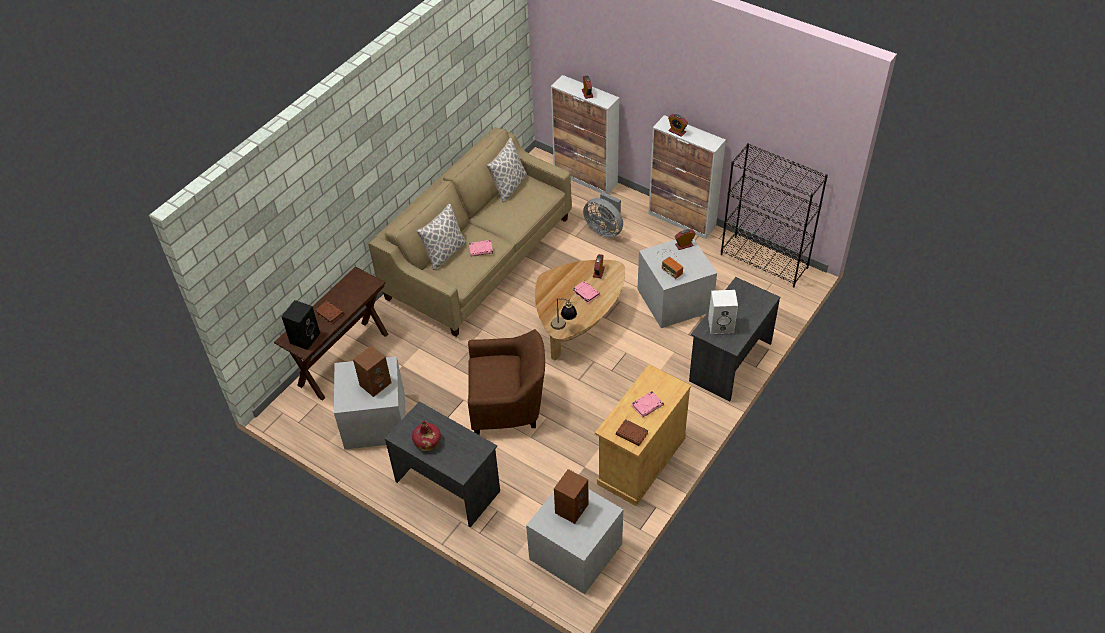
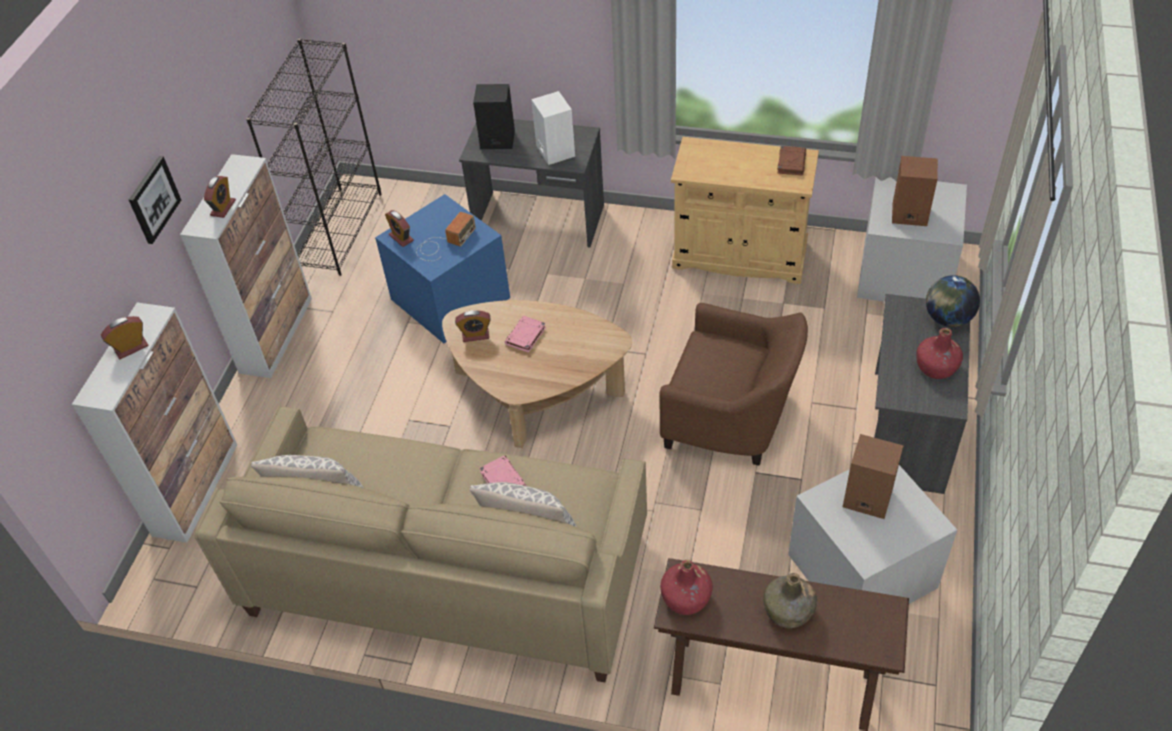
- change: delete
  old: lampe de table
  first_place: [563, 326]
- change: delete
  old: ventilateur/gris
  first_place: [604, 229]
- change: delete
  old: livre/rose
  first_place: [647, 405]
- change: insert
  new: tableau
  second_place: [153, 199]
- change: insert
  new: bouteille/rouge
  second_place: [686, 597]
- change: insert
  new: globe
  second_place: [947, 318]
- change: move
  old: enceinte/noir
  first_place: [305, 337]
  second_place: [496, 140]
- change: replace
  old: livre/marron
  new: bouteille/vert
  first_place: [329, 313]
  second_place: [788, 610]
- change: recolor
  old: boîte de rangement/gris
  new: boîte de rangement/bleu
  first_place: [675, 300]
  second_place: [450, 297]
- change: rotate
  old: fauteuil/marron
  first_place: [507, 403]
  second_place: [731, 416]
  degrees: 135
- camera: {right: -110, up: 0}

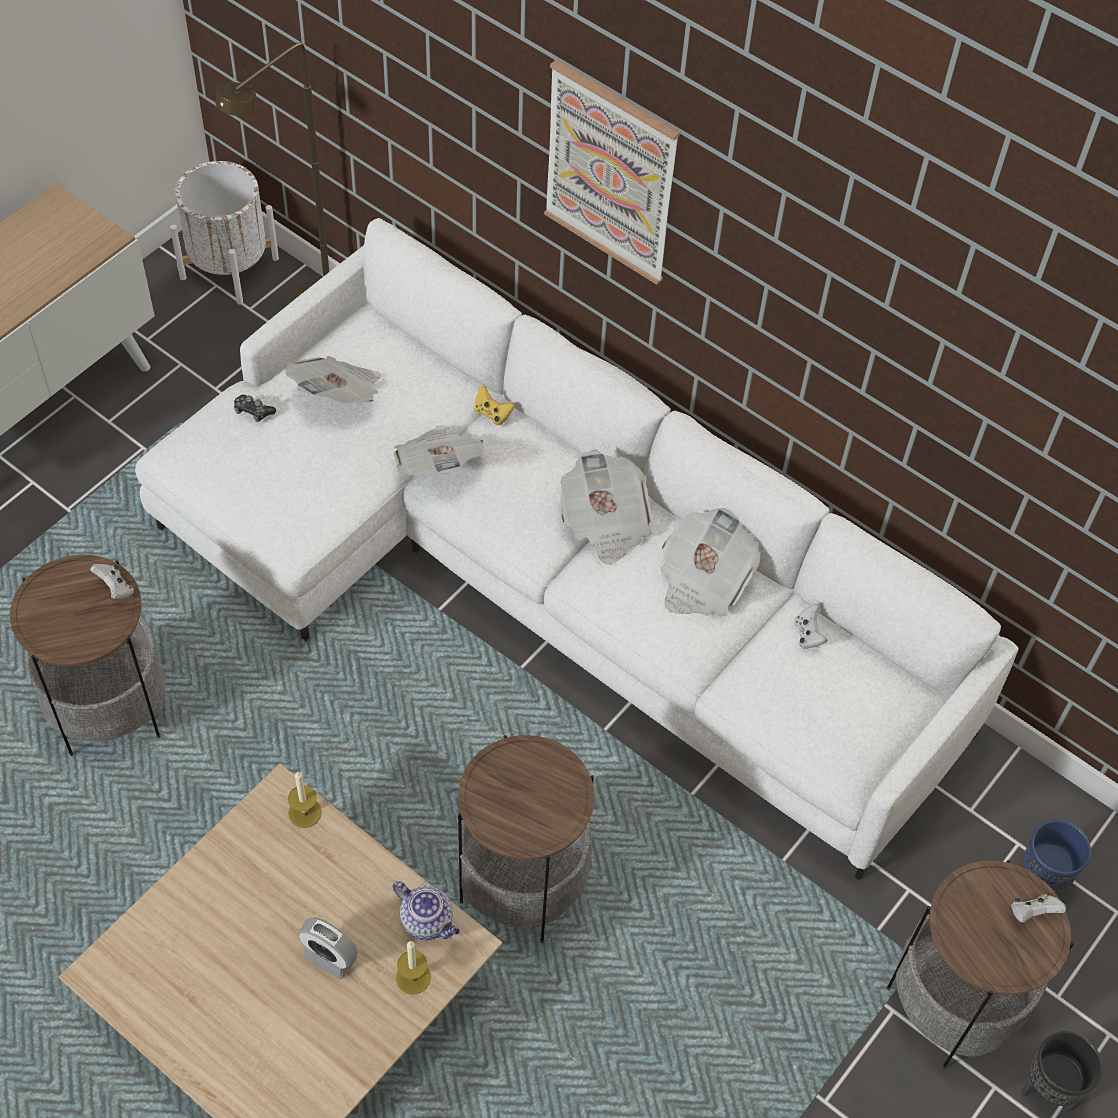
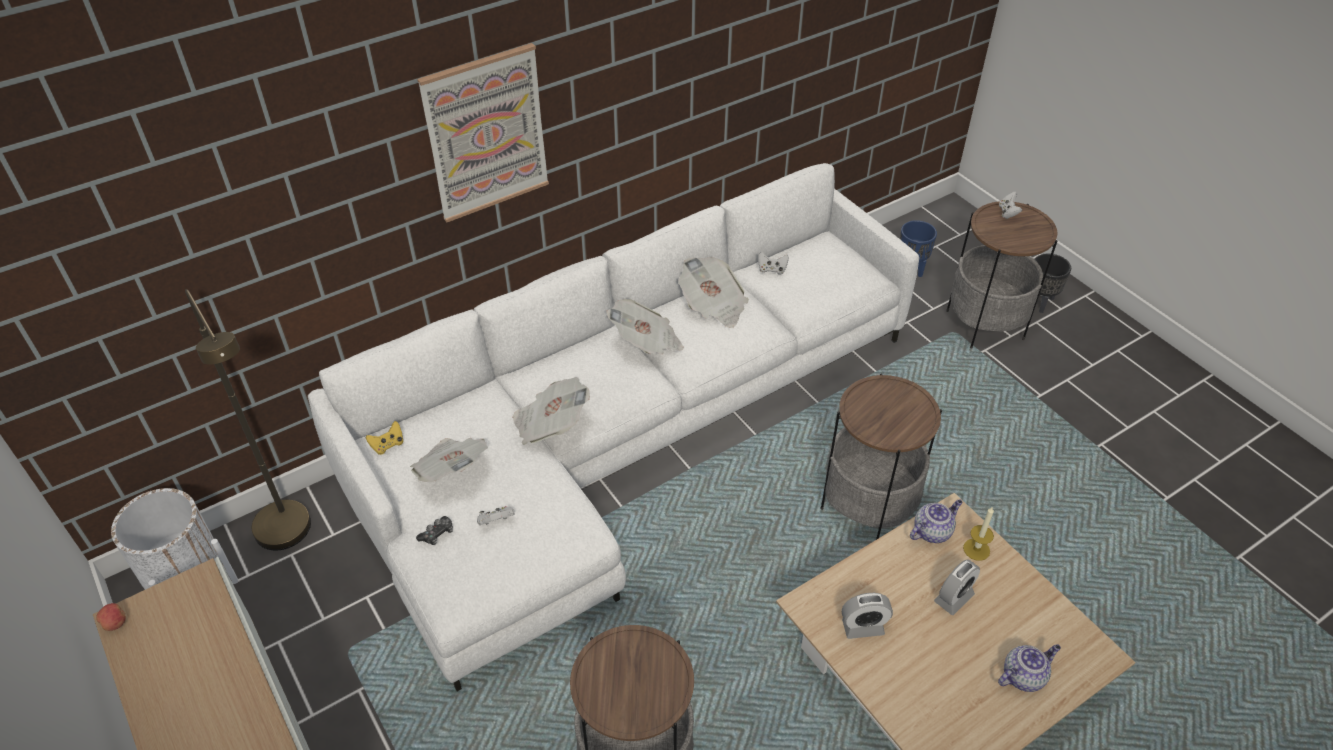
- change: delete
  old: bougie
  first_place: [305, 812]
- change: insert
  new: pomme
  second_place: [116, 623]
- change: insert
  new: réveil
  second_place: [863, 627]
- change: insert
  new: théière
  second_place: [1023, 676]
- change: move
  old: manette/blanc
  first_place: [115, 588]
  second_place: [496, 522]
- change: move
  old: manette/jaune
  first_place: [492, 414]
  second_place: [388, 445]
- camera: {right: -70, up: -10}

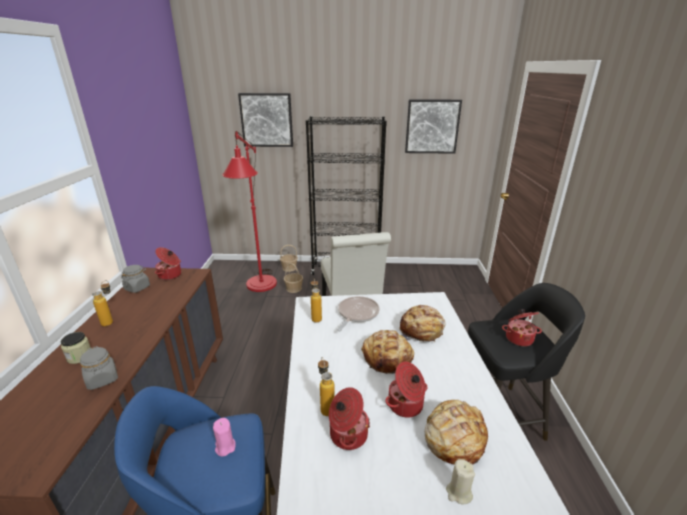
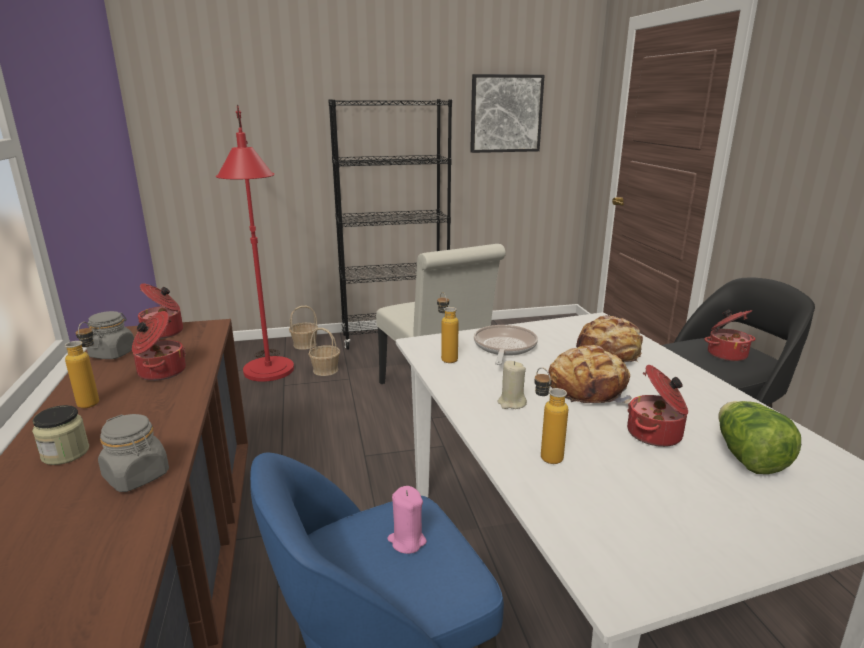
- change: delete
  old: tableau
  first_place: [266, 120]
- change: move
  old: marmite
  first_place: [347, 434]
  second_place: [160, 372]
- change: move
  old: bougie/beige
  first_place: [458, 492]
  second_place: [511, 403]
- change: replace
  old: pain
  new: laitue
  first_place: [454, 438]
  second_place: [747, 458]
- camera: {right: -15, up: -5}

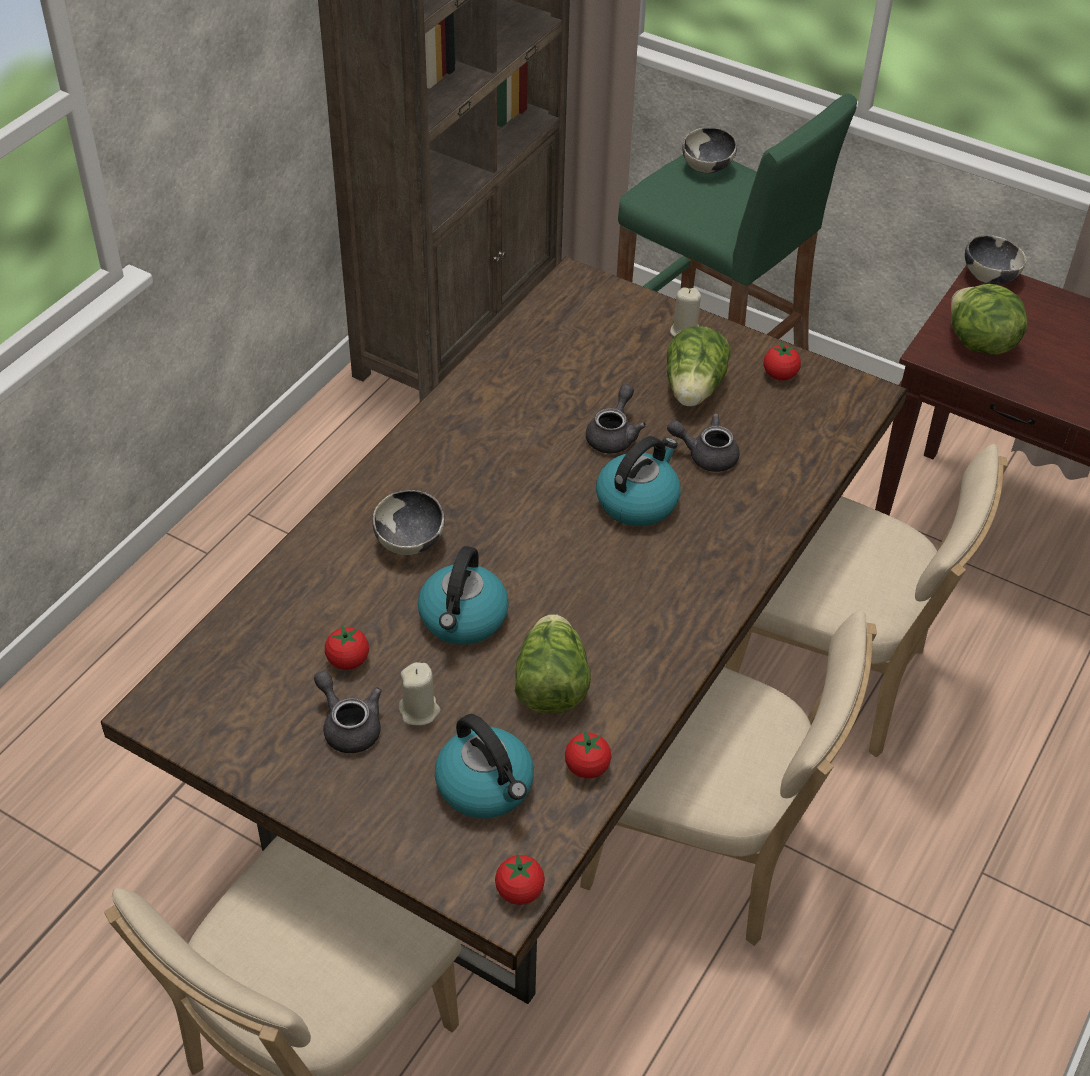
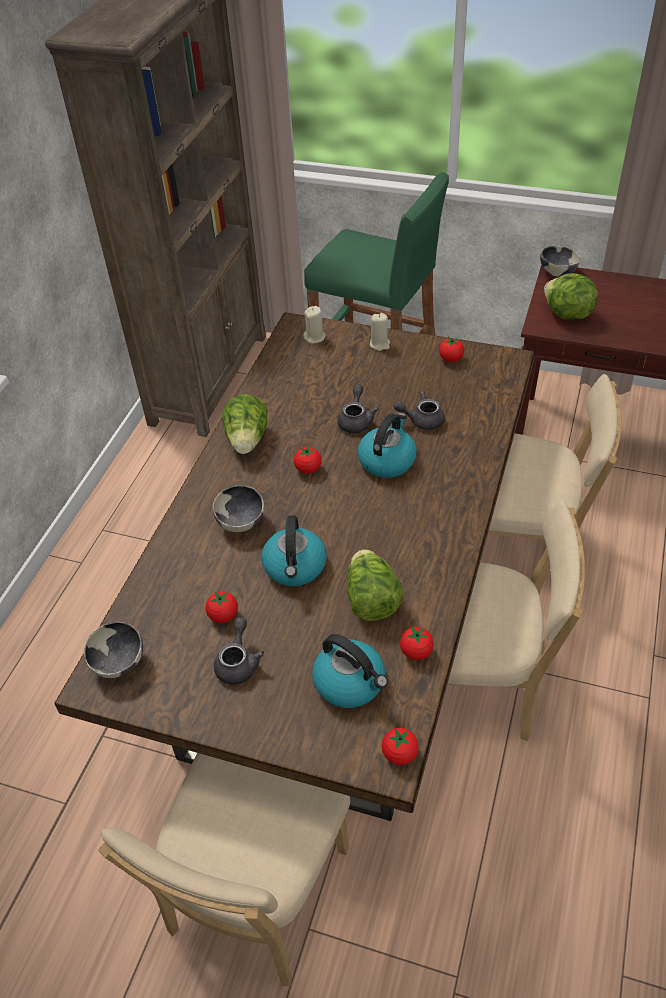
- change: insert
  new: tomate
  second_place: [308, 469]
- change: move
  old: bougie/beige
  first_place: [419, 711]
  second_place: [315, 337]
- change: move
  old: laitue
  first_place: [694, 390]
  second_place: [247, 440]
- change: move
  old: bol
  first_place: [707, 168]
  second_place: [119, 663]
- change: rotate
  old: théière/gris
  first_place: [348, 725]
  second_place: [238, 662]
  degrees: 60
- camera: {right: -10, up: 0}

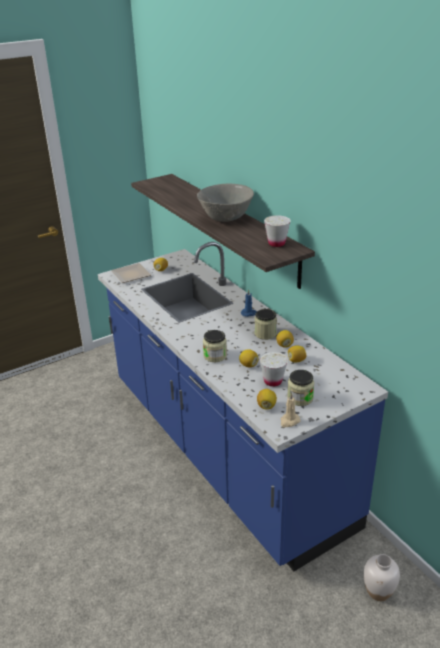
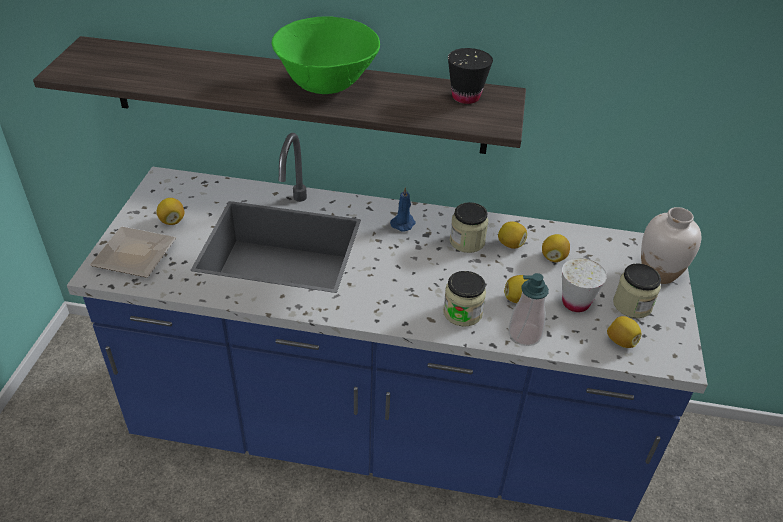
- change: delete
  old: bougie/beige
  first_place: [289, 421]
- change: insert
  new: distributeur de savon
  second_place: [524, 334]
- change: move
  old: vase/blanc
  first_place: [378, 592]
  second_place: [659, 273]
- change: recolor
  old: bol/gris
  new: bol/vert
  first_place: [226, 219]
  second_place: [327, 86]
- change: recolor
  old: tasse/blanc
  new: tasse/noir
  first_place: [276, 243]
  second_place: [465, 97]
- camera: {right: -50, up: 10}

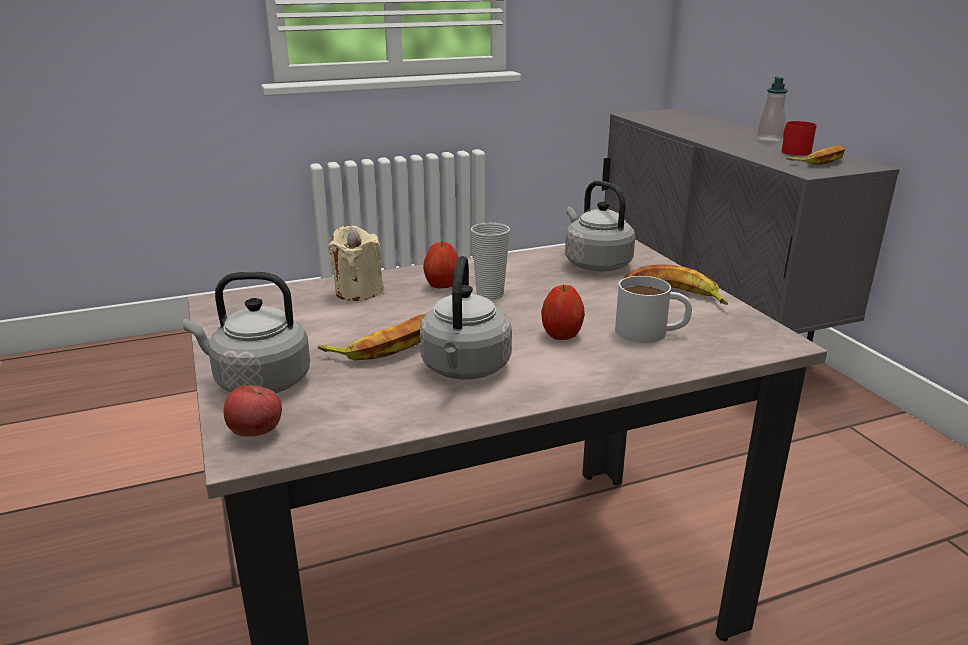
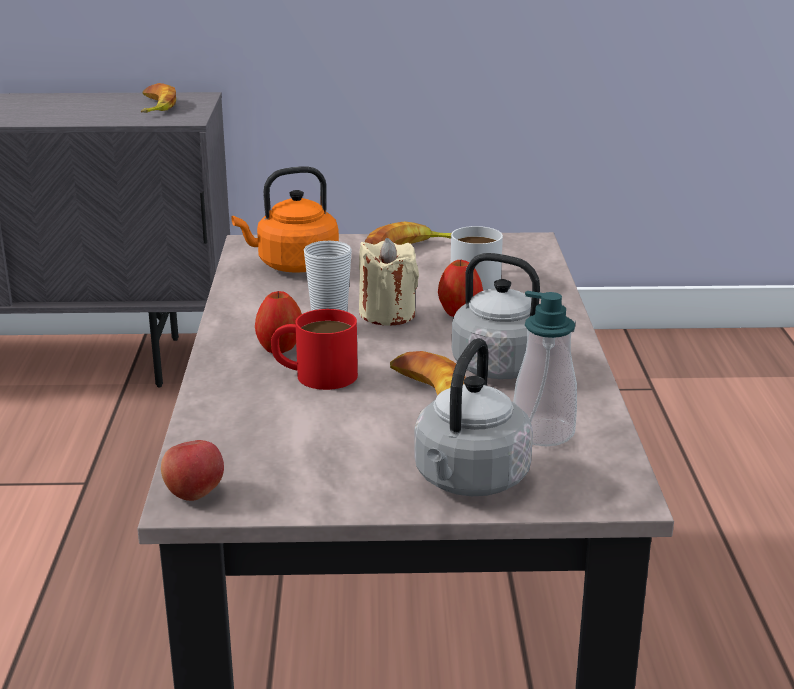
- change: move
  old: pomme
  first_place: [256, 433]
  second_place: [194, 493]
- change: move
  old: bougie/beige
  first_place: [358, 292]
  second_place: [387, 314]
- change: move
  old: distributeur de savon
  first_place: [769, 139]
  second_place: [543, 432]
- change: move
  old: mug/rouge
  first_place: [793, 150]
  second_place: [314, 374]
- change: recolor
  old: bouilloire/gris
  new: bouilloire/orange
  first_place: [595, 264]
  second_place: [293, 265]
- camera: {right: -70, up: 0}

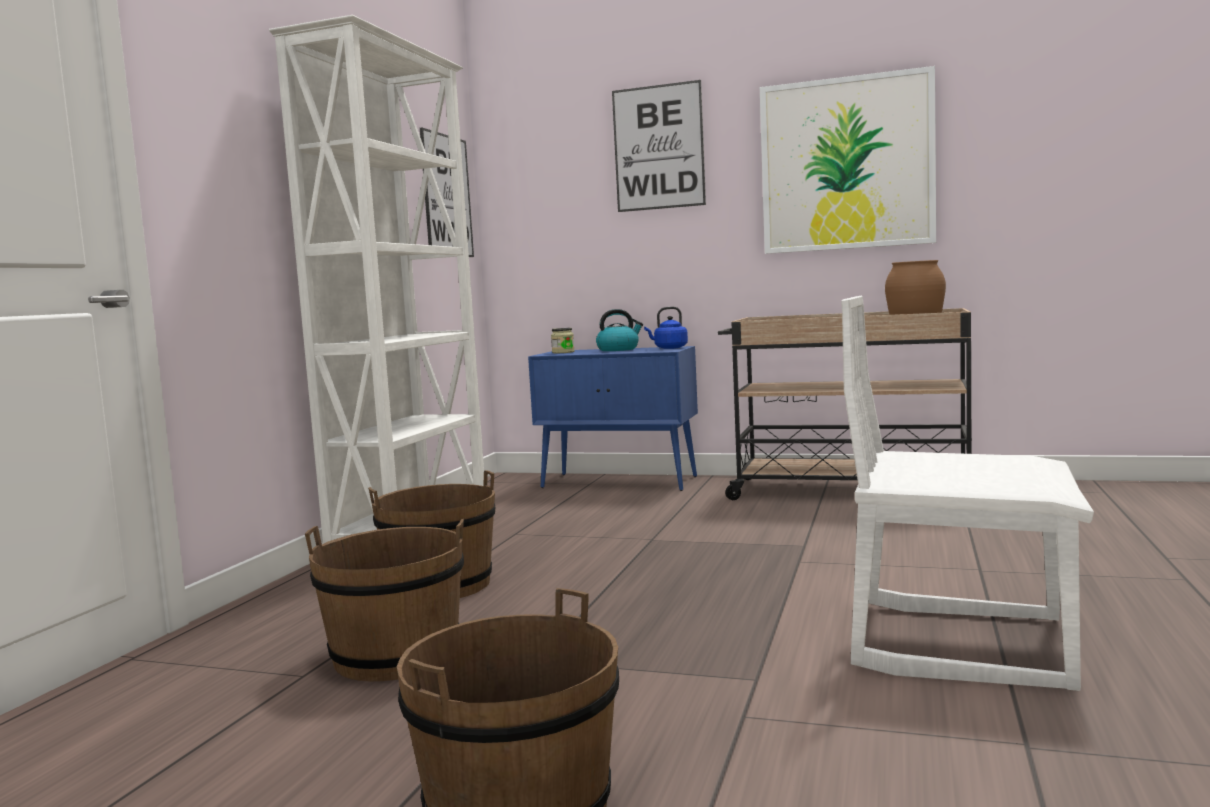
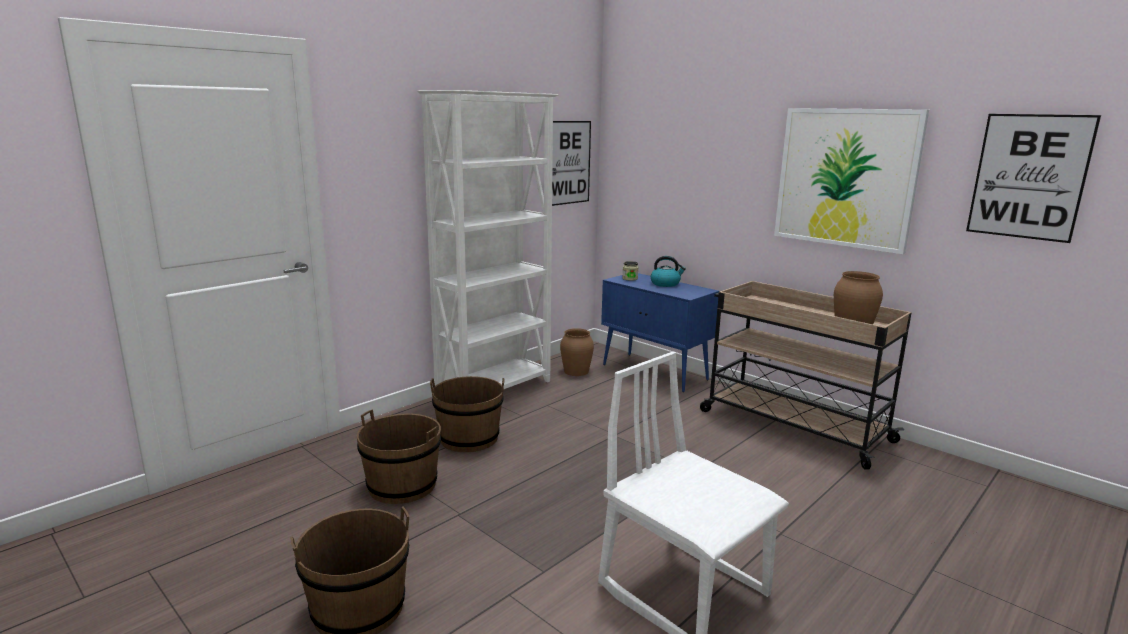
- change: delete
  old: bouilloire/bleu
  first_place: [669, 348]
- change: insert
  new: vase/marron
  second_place: [576, 371]
- change: move
  old: tableau
  first_place: [658, 147]
  second_place: [1029, 177]
- camera: {right: 25, up: 10}

